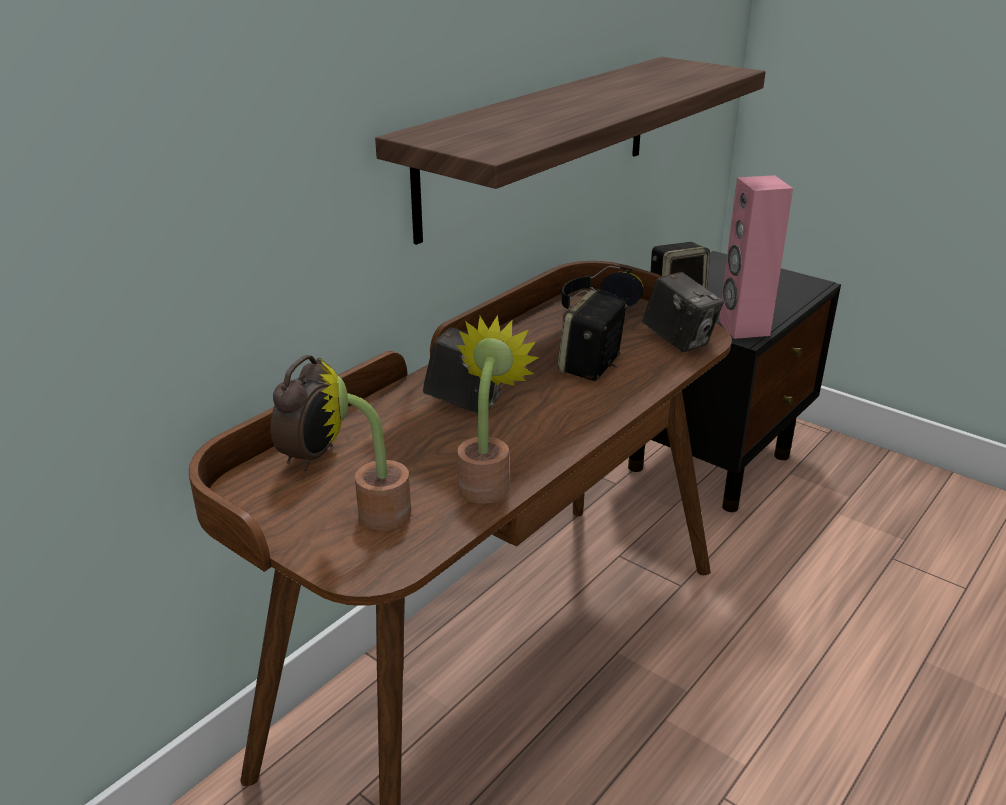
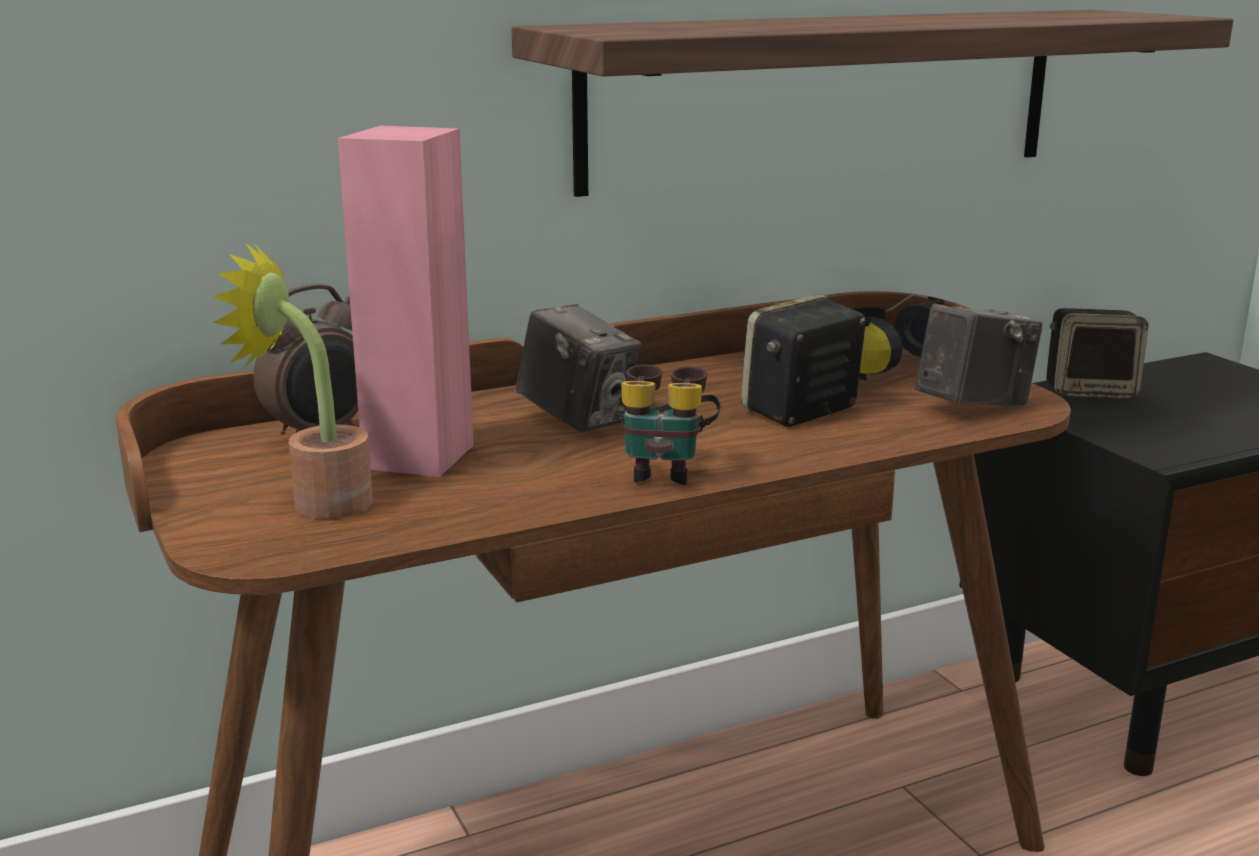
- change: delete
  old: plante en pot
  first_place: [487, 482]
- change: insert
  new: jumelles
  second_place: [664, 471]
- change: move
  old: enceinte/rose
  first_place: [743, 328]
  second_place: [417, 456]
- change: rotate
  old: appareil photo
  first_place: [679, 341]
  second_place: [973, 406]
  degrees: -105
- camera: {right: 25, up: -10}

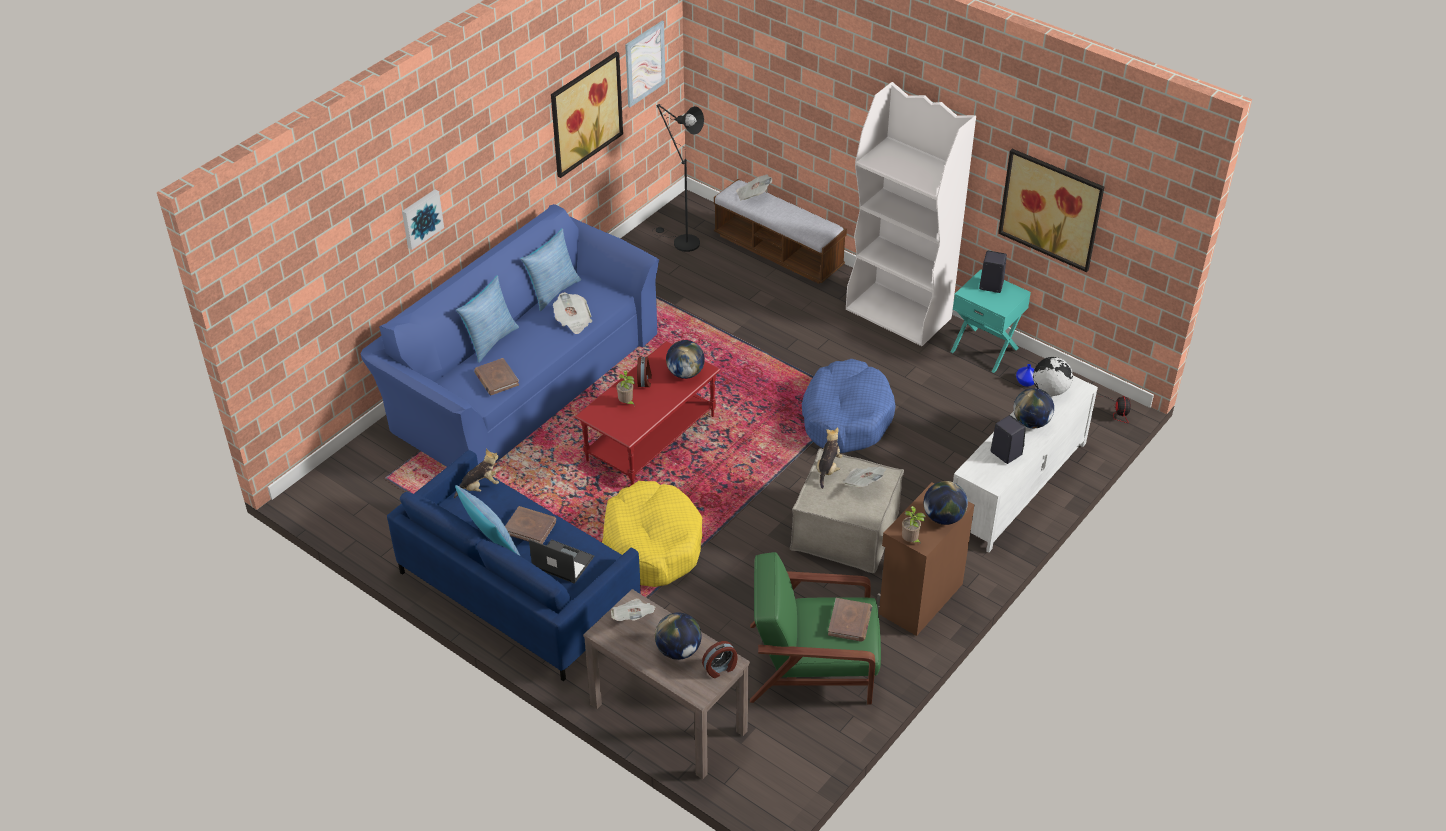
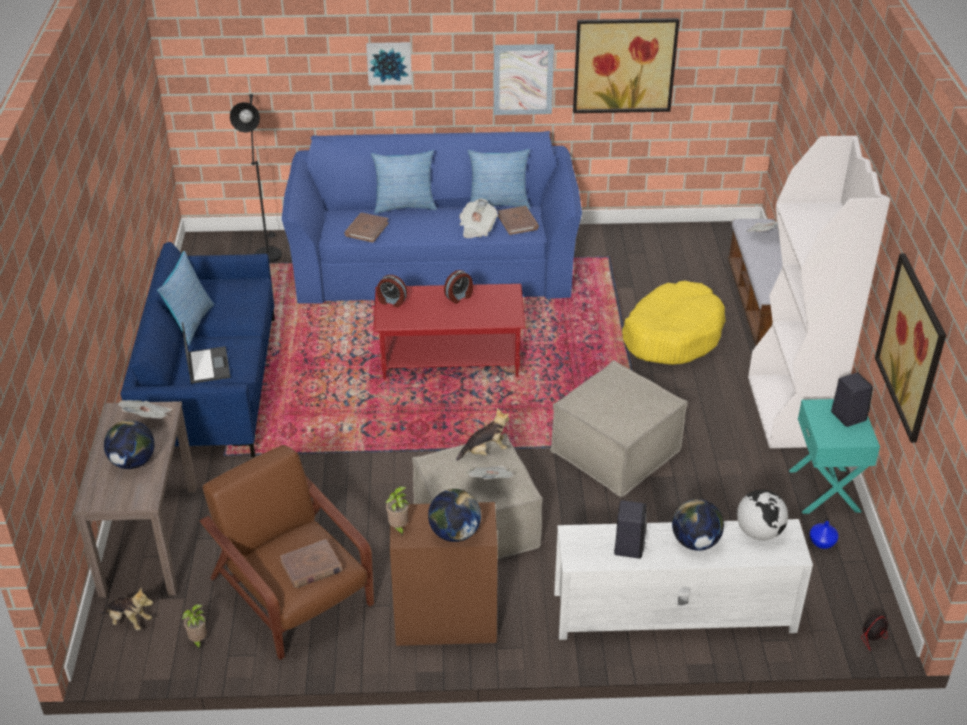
- change: delete
  old: globe
  first_place: [685, 373]
- change: move
  old: peluche
  first_place: [479, 487]
  second_place: [129, 621]
- change: move
  old: livre/marron
  first_place: [530, 527]
  second_place: [518, 222]
- change: move
  old: panier pour chien/jaune
  first_place: [652, 544]
  second_place: [672, 335]
- change: move
  old: plante en pot
  first_place: [626, 403]
  second_place: [198, 641]
- change: move
  old: tableau
  first_place: [645, 63]
  second_place: [523, 79]
- change: move
  old: lampadaire/noir
  first_place: [681, 242]
  second_place: [267, 252]
- change: move
  old: réveil
  first_place: [720, 668]
  second_place: [391, 301]
- change: replace
  old: panier pour chien/bleu
  new: pouf/beige
  first_place: [846, 417]
  second_place: [615, 451]
- change: recolor
  old: fauteuil/vert
  new: fauteuil/marron
  first_place: [813, 663]
  second_place: [293, 594]
- camera: {right: 50, up: -5}

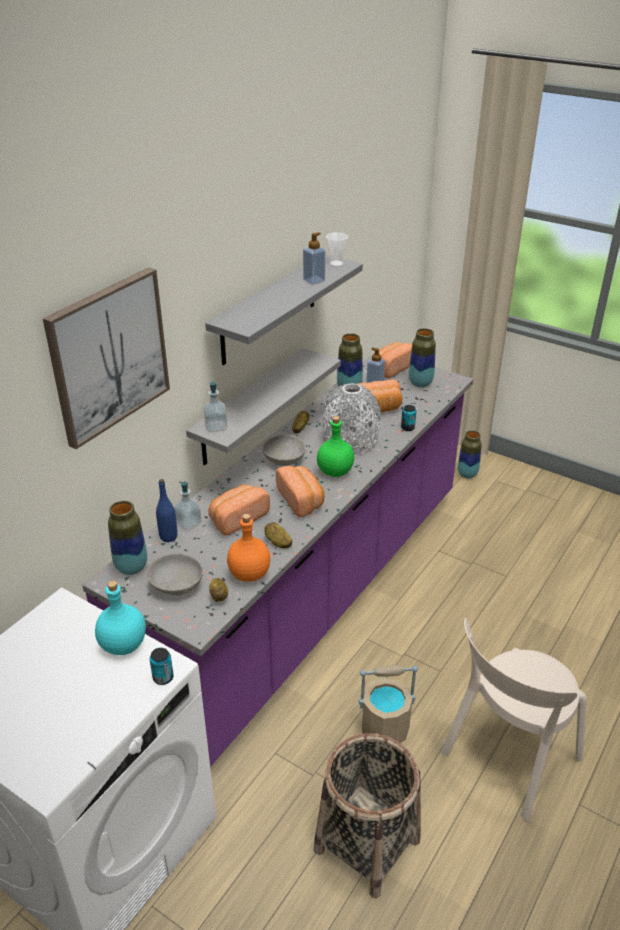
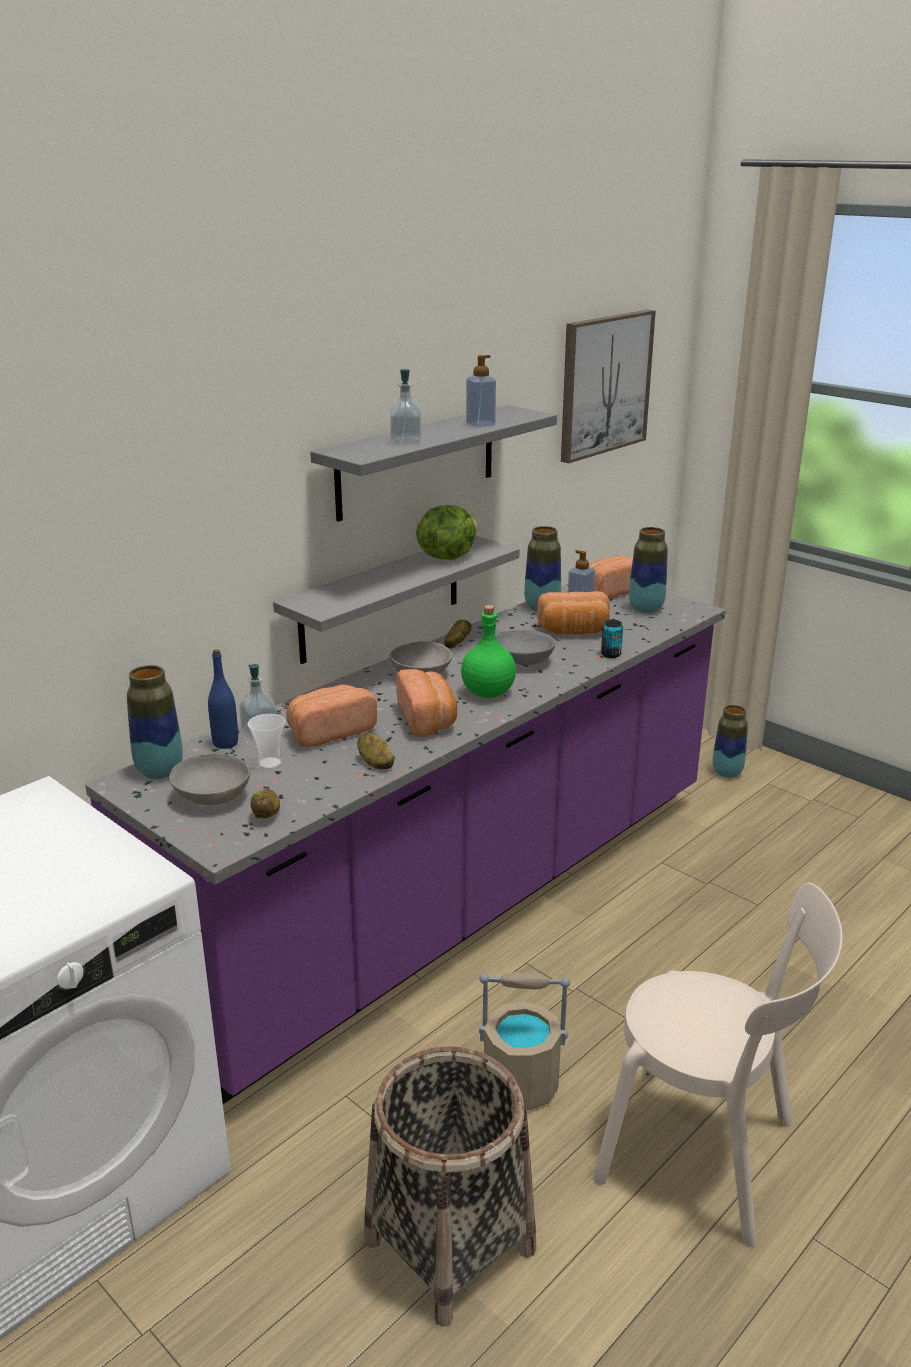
- change: delete
  old: bouteille/turquoise
  first_place: [124, 645]
- change: delete
  old: boîte métallique
  first_place: [163, 677]
- change: delete
  old: bouteille/orange
  first_place: [249, 573]
- change: insert
  new: laitue
  second_place: [446, 556]
- change: move
  old: tableau
  first_place: [108, 356]
  second_place: [604, 384]
- change: move
  old: distributeur de savon
  first_place: [216, 427]
  second_place: [406, 442]
- change: move
  old: tasse
  first_place: [336, 263]
  second_place: [269, 763]
- change: replace
  old: vase/gris
  new: bol/gris
  first_place: [350, 440]
  second_place: [523, 661]
- change: rotate
  old: chaise/beige
  first_place: [507, 759]
  second_place: [706, 1155]
  degrees: -120
- camera: {right: 10, up: -10}

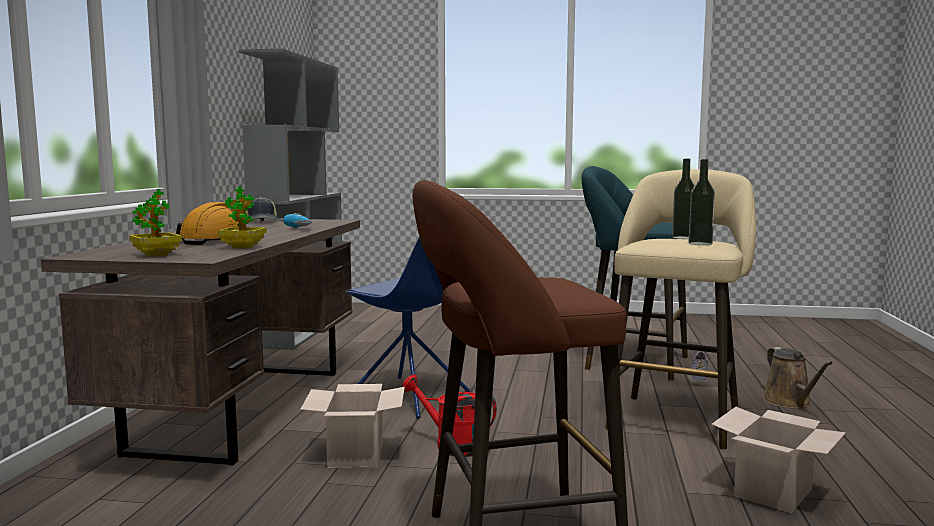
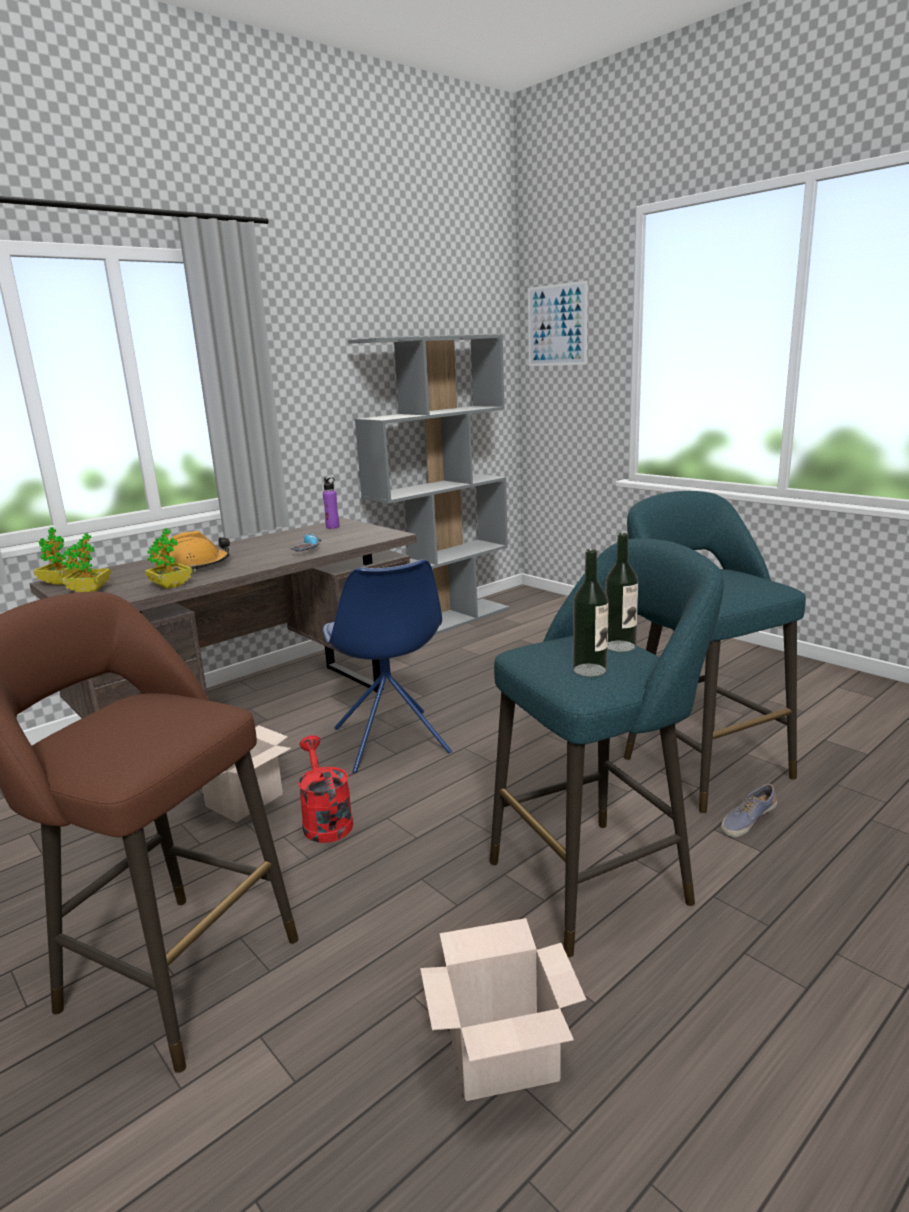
- change: delete
  old: arrosoir/marron
  first_place: [790, 402]
- change: insert
  new: plante en pot
  second_place: [61, 582]
- change: insert
  new: tableau
  second_place: [557, 325]
- change: replace
  old: casquette
  new: bouteille/violet
  first_place: [262, 221]
  second_place: [332, 527]
- change: recolor
  old: tabouret/beige
  new: tabouret/turquoise
  first_place: [676, 418]
  second_place: [598, 878]
- camera: {right: 40, up: 10}

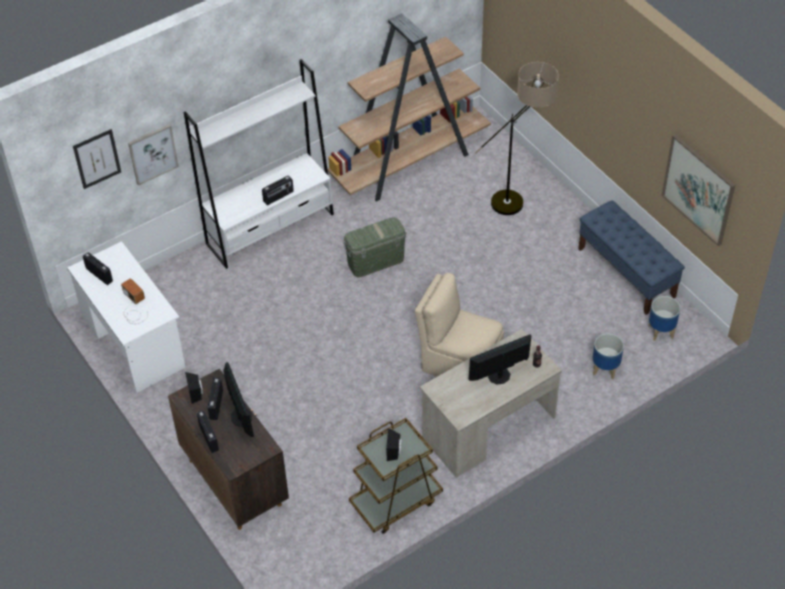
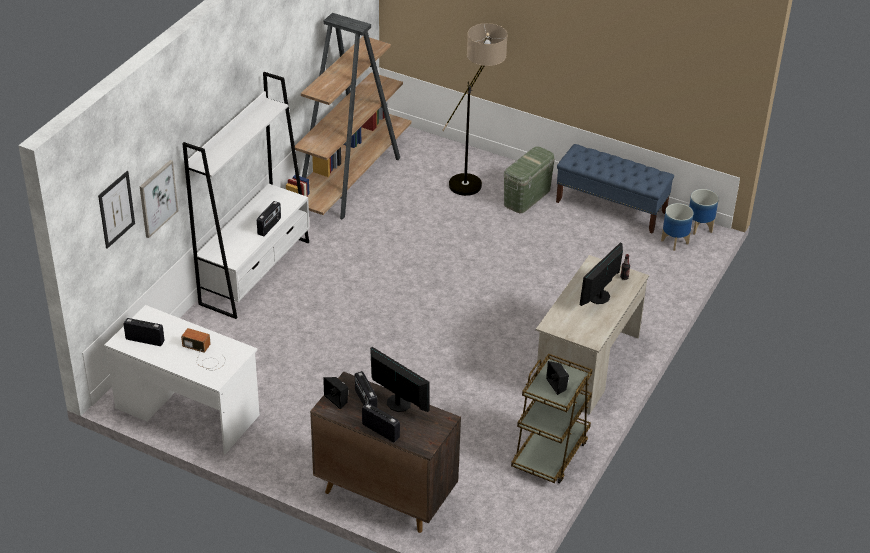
- change: delete
  old: chaise/beige
  first_place: [459, 363]
- change: delete
  old: tableau
  first_place: [698, 189]
- change: move
  old: boîte de rangement/vert
  first_place: [375, 261]
  second_place: [527, 197]
- change: move
  old: cache-pot
  first_place: [605, 369]
  second_place: [700, 227]
- camera: {right: -30, up: -10}

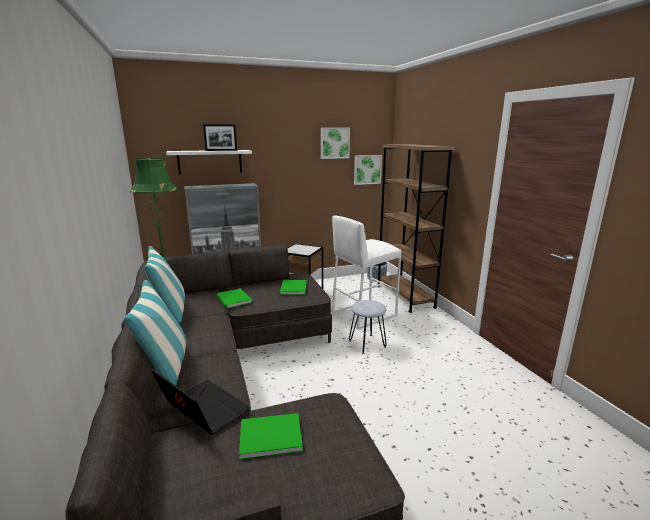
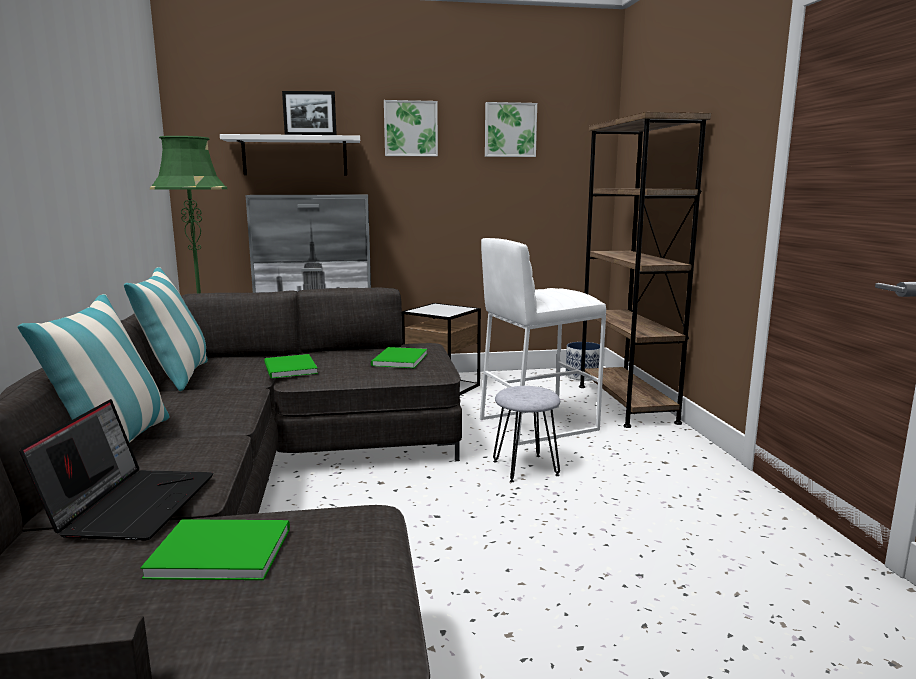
- change: move
  old: tableau
  first_place: [367, 169]
  second_place: [410, 129]
- change: rotate
  old: ordinateur portable
  first_place: [202, 409]
  second_place: [132, 504]
  degrees: 45
- camera: {right: 10, up: -5}

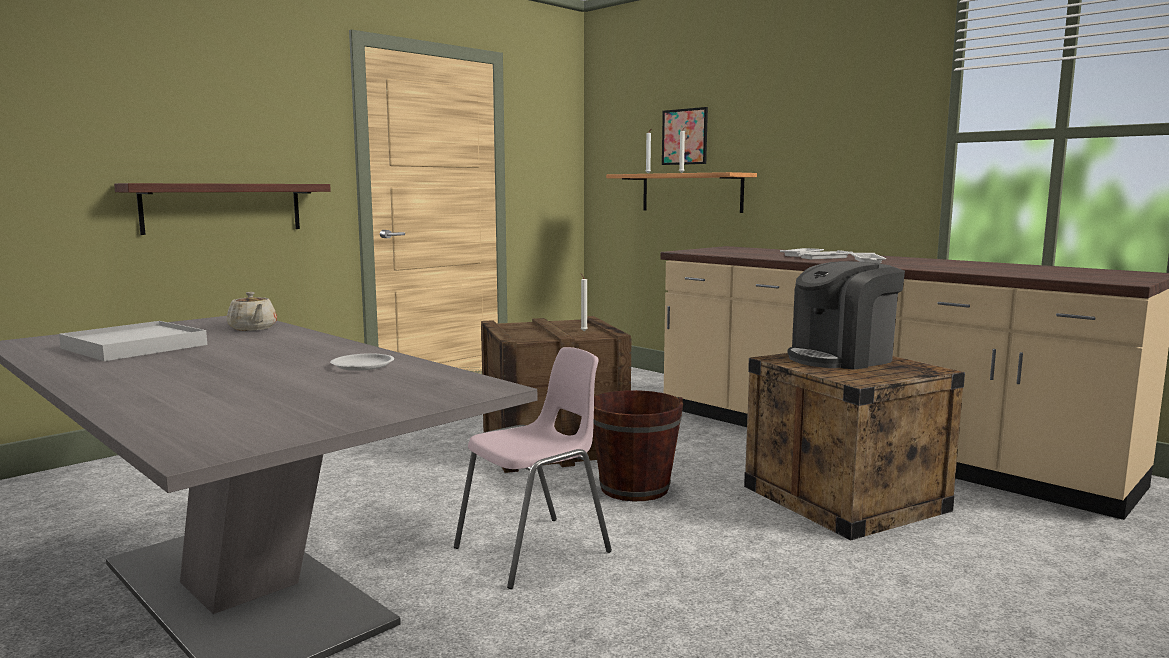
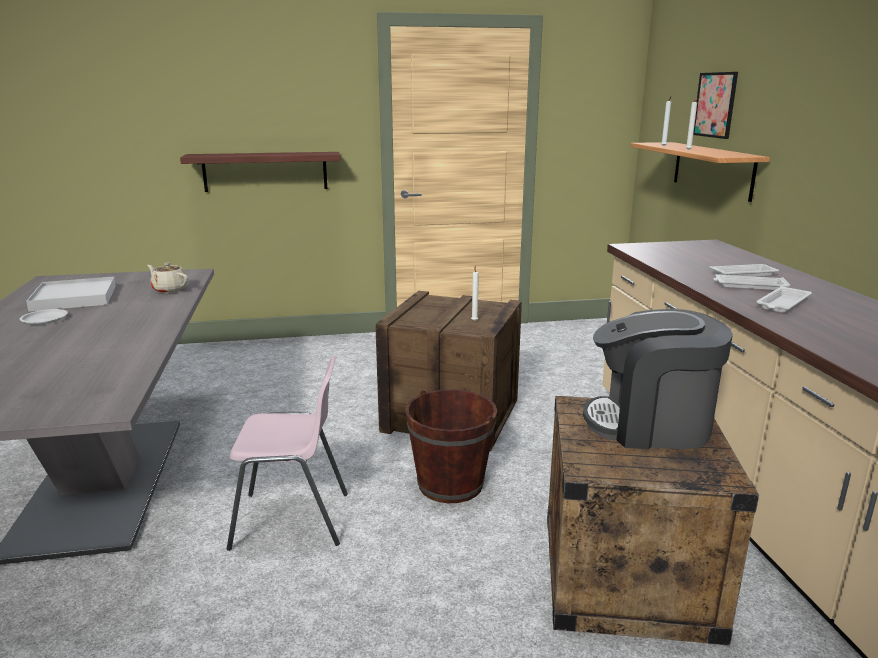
- change: move
  old: assiette/blanc
  first_place: [362, 366]
  second_place: [44, 319]
- change: rotate
  old: théière/beige
  first_place: [253, 328]
  second_place: [170, 289]
  degrees: 120
- camera: {right: 35, up: 10}

